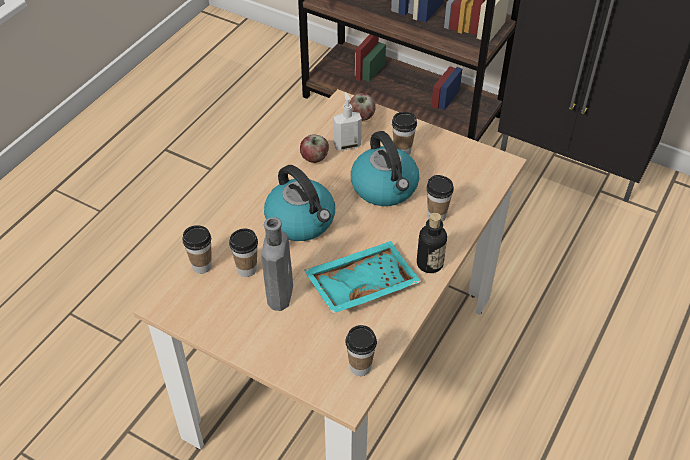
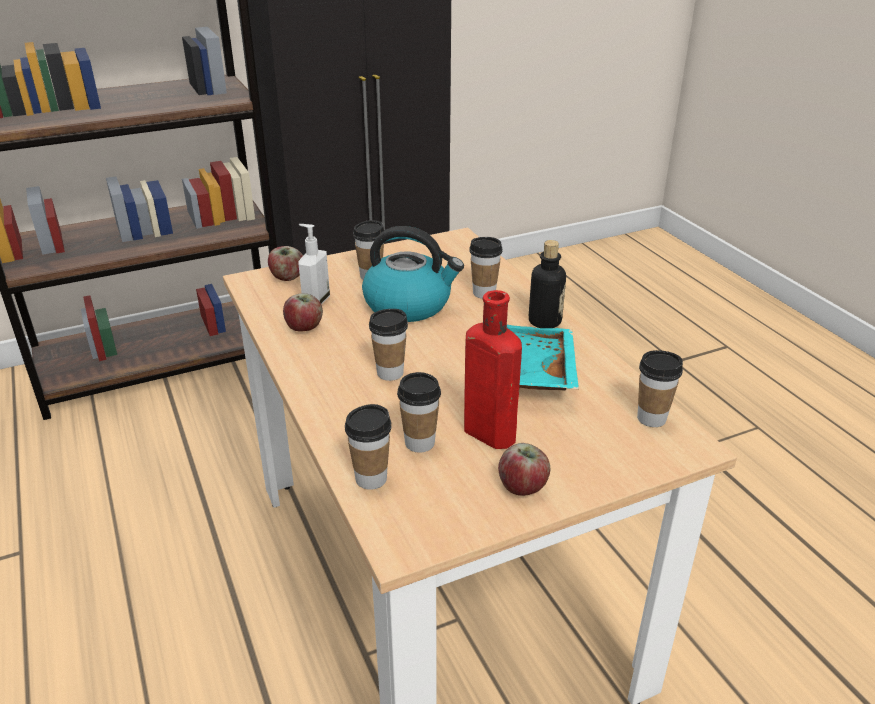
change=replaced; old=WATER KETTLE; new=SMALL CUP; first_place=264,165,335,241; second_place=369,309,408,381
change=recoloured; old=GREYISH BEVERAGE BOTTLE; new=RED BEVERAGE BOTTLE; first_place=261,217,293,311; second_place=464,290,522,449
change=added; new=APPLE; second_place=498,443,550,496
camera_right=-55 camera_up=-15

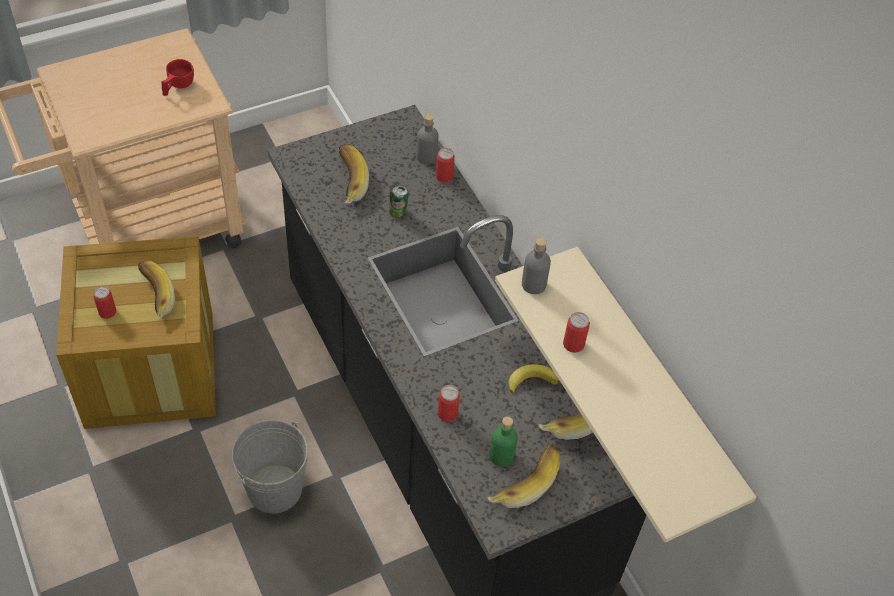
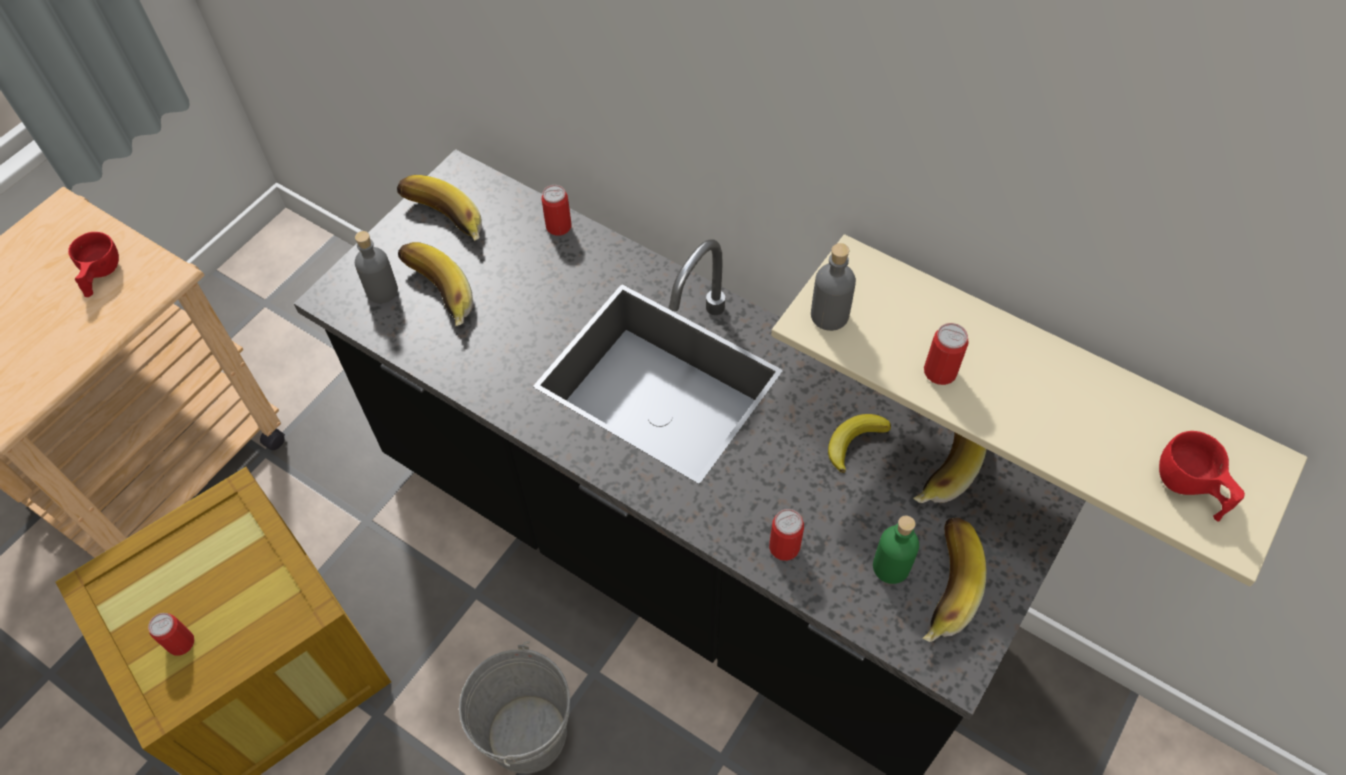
change=moved; old=GREYISH BEVERAGE BOTTLE; first_place=417,114,438,164; second_place=355,231,398,304
change=moved; old=BANANA FRUIT; first_place=138,260,175,319; second_place=397,175,482,241
change=added; new=RED SMALL CUP; second_place=1159,431,1245,522
change=removed; old=CAN; first_place=389,185,409,218
camera_right=-25 camera_up=5

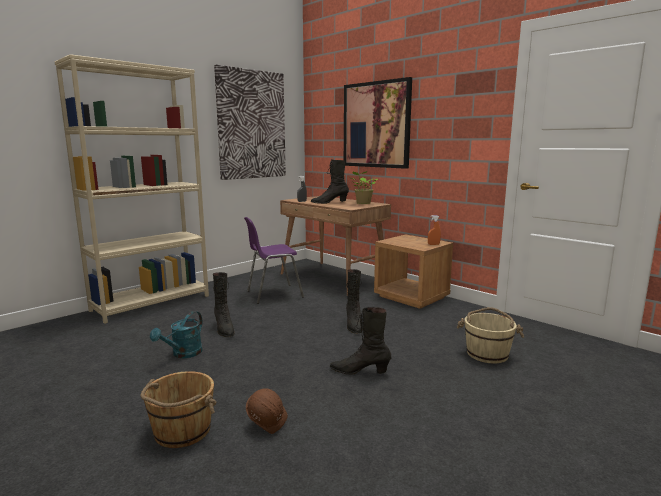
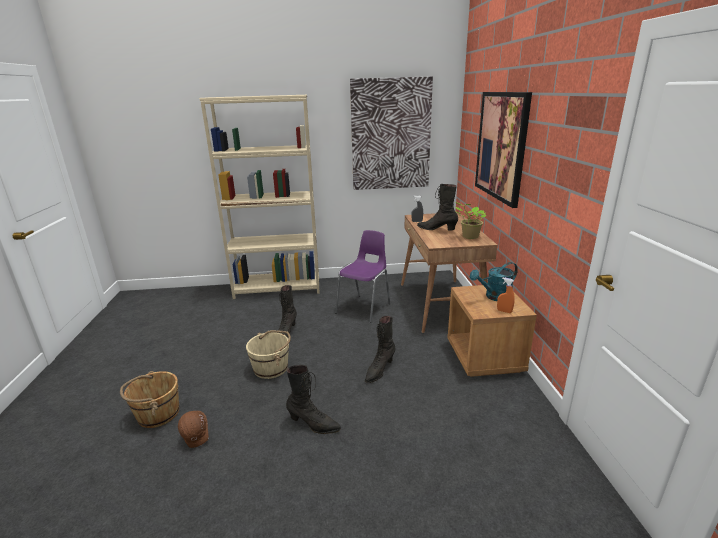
change=moved; old=SAND-COLOURED BUCKET; first_place=457,307,524,364; second_place=246,330,291,379
change=turned; old=BLACKISH TALL BOOT; first_place=330,307,391,375; second_place=286,365,341,434; degrees=150
change=turned; old=PURPLISH CHAIR; first_place=244,217,304,304; second_place=335,230,390,323; degrees=105
change=moved; old=TURQUOISE-COLOURED SPRINKLING CAN; first_place=150,311,202,358; second_place=470,262,518,301
camera_right=40 camera_up=10

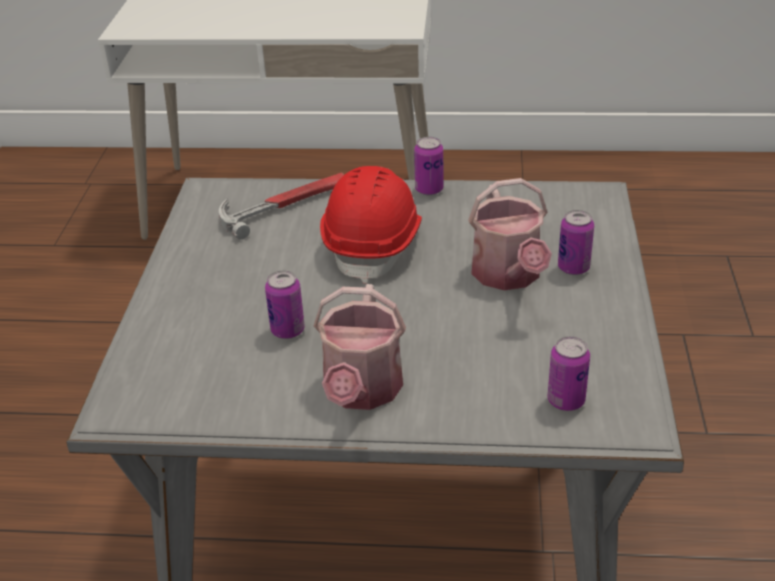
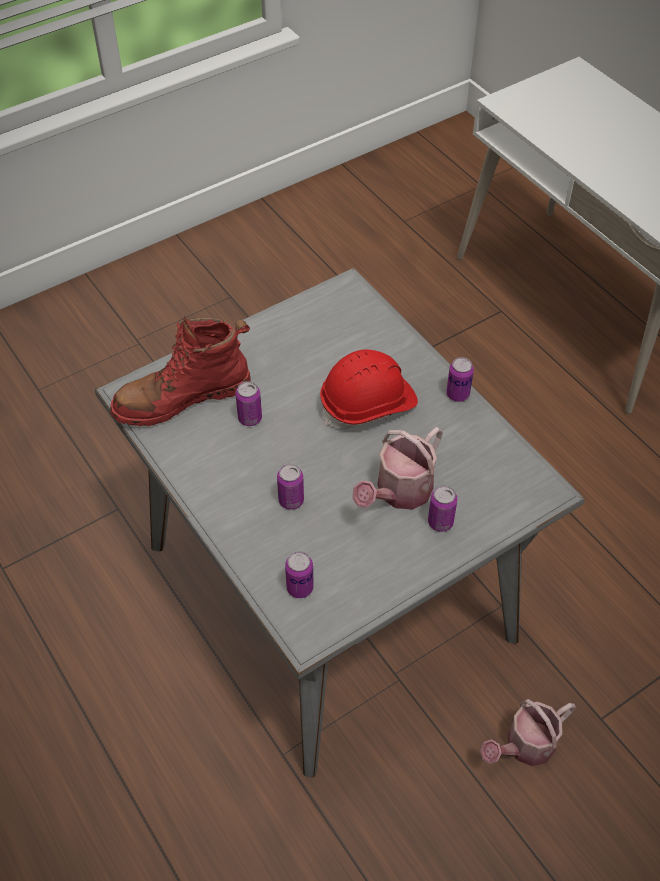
change=added; new=RED TALL BOOT; second_place=110,316,250,426
change=added; new=CAN; second_place=277,464,304,510
change=moved; old=SPRINKLING CAN; first_place=314,284,406,410; second_place=480,699,576,766
change=removed; old=TOOL HAMMER; first_place=219,173,344,240
camera_right=50 camera_up=15

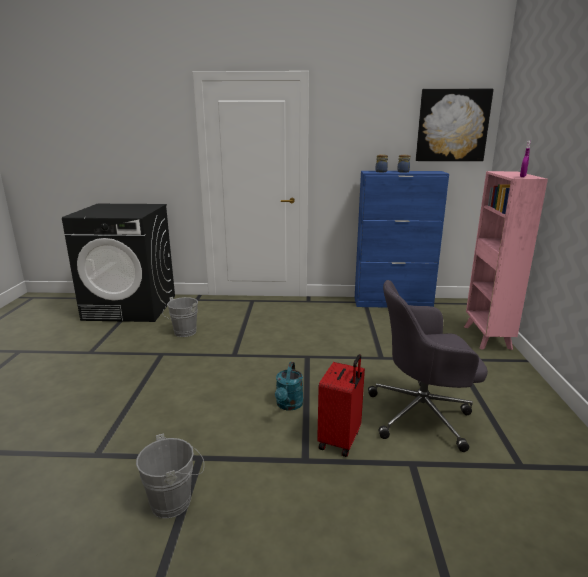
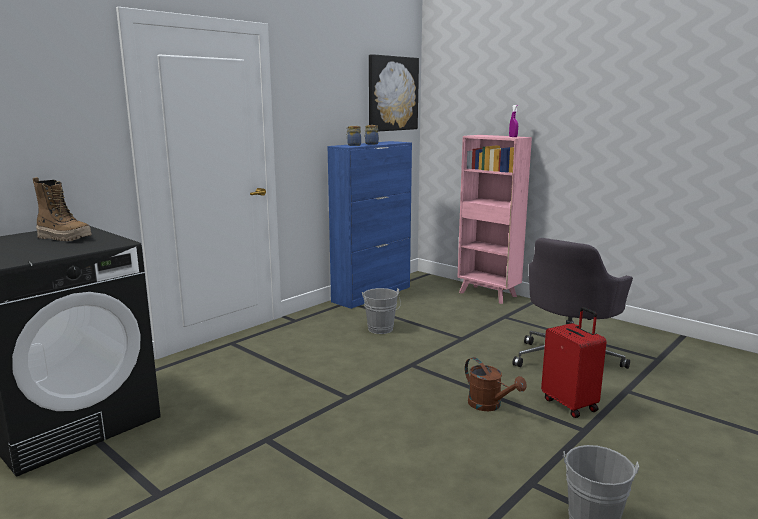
change=added; new=TALL BOOT; second_place=33,177,92,241
change=moved; old=GREYISH BUCKET; first_place=163,297,198,337; second_place=362,288,401,334
change=recoloured; old=TURQUOISE-COLOURED SPRINKLING CAN; new=BROWN SPRINKLING CAN; first_place=275,362,304,411; second_place=465,357,527,411
camera_right=-50 camera_up=-5

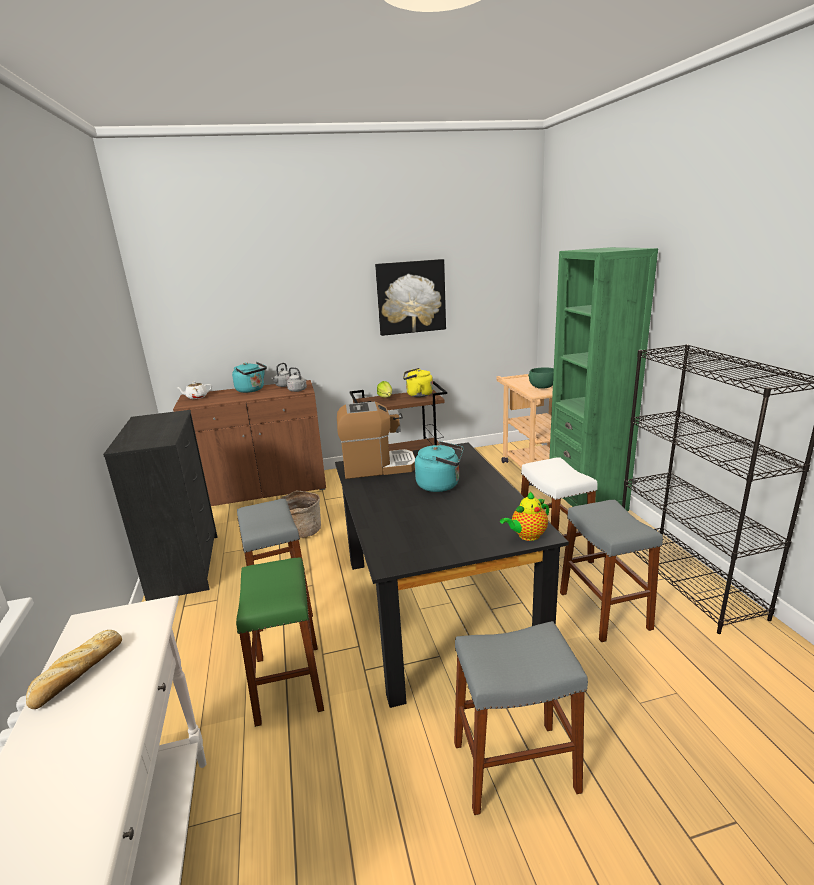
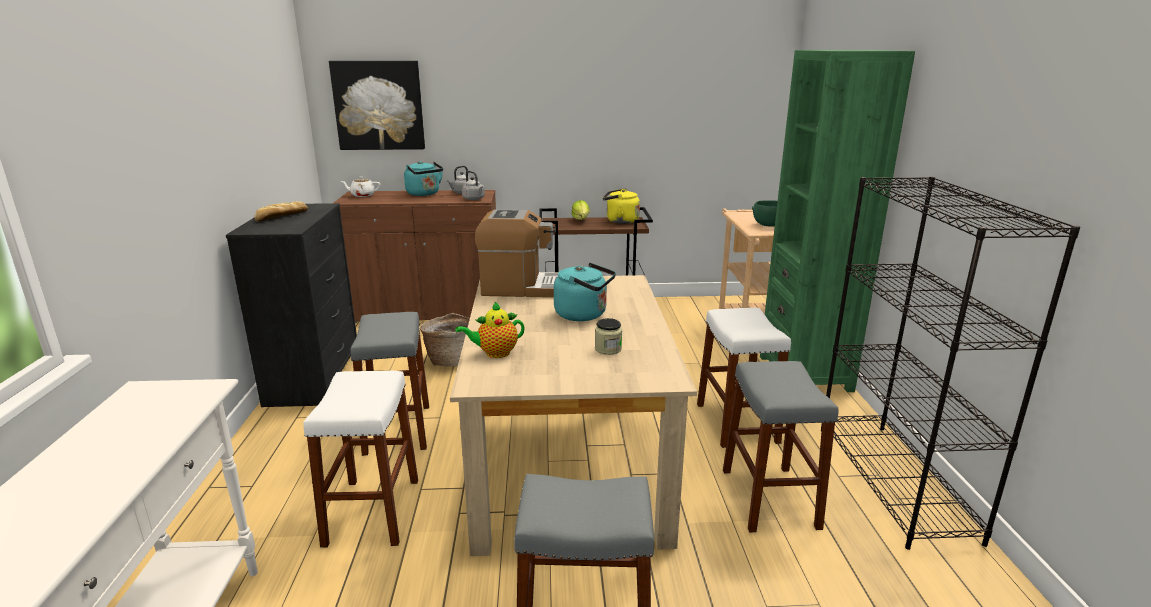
change=moved; old=BAKED BREAD; first_place=26,630,122,709; second_place=254,201,308,222
change=recoloured; old=GREEN-COLOURED STOOL; new=WHITE-COLOURED STOOL; first_place=236,557,324,727; second_place=303,371,418,548
change=moved; old=WALL ART; first_place=375,259,446,336; second_place=329,61,425,150
change=recoloured; old=BLACKISH DINNER TABLE; new=SAND-COLOURED DINNER TABLE; first_place=335,442,569,708; second_place=450,275,697,556
change=moved; old=TEA POT; first_place=500,492,549,541; second_place=455,301,525,358
change=added; new=JAR; second_place=595,318,622,355
camera_right=10 camera_up=0

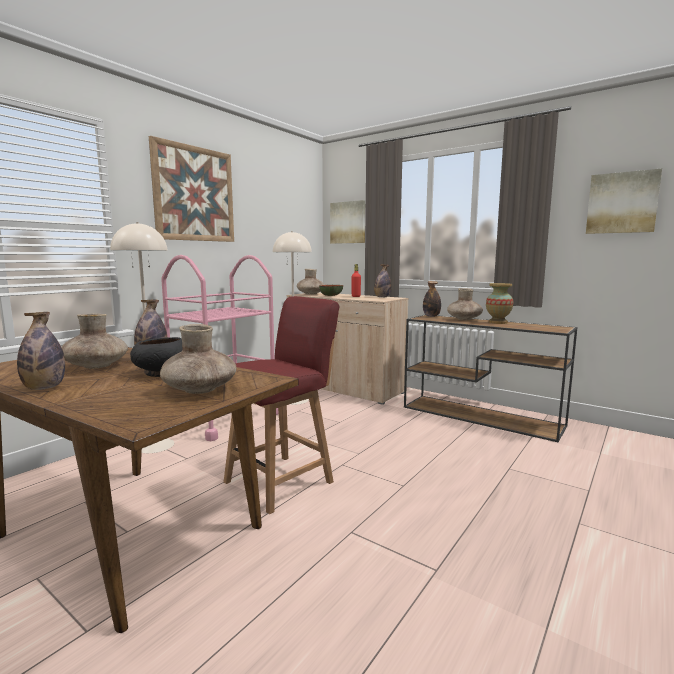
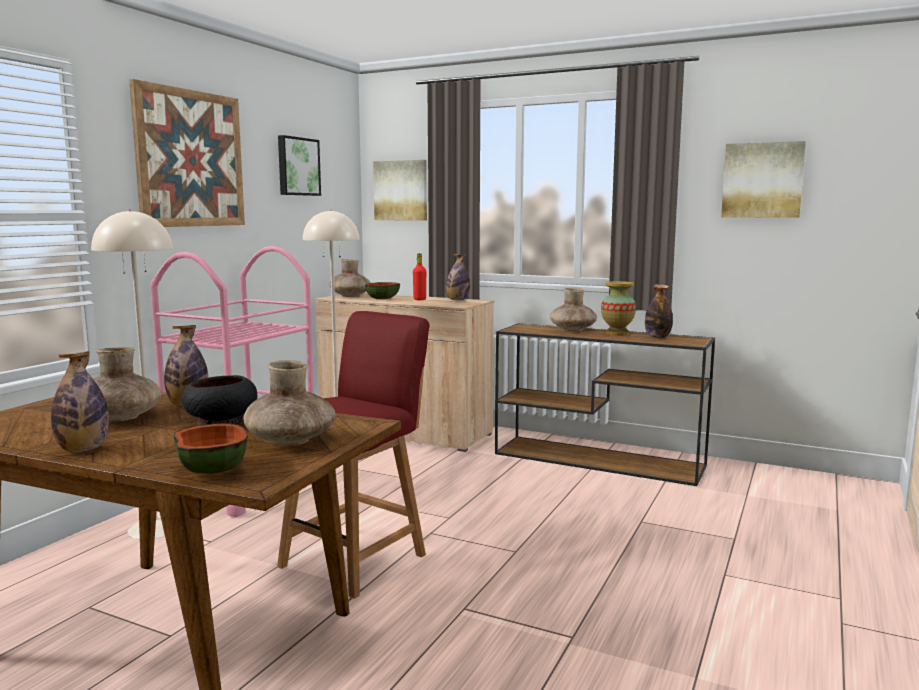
change=added; new=DEEP DISH; second_place=174,423,248,474
change=added; new=WALL ART; second_place=278,135,321,196
change=moved; old=BEVERAGE BOTTLE; first_place=423,281,441,317; second_place=645,284,673,338
camera_right=-10 camera_up=0

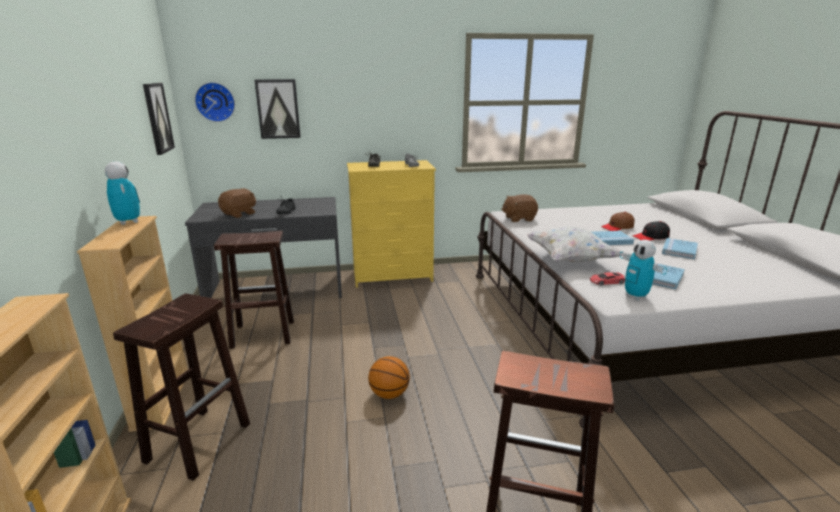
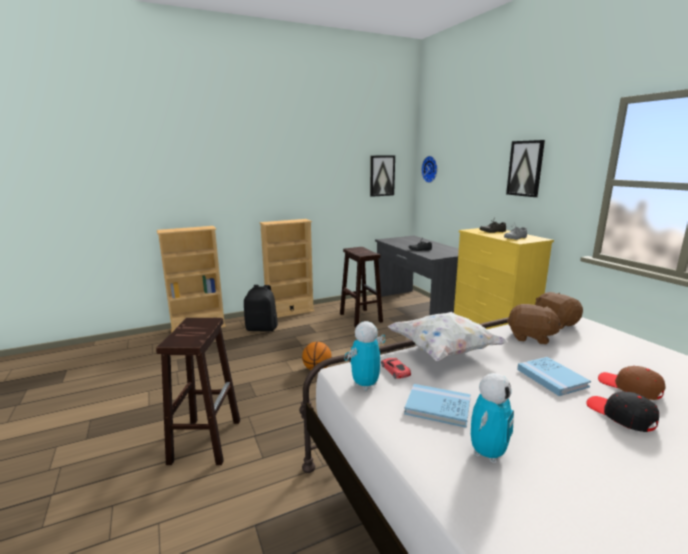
change=replaced; old=BROWN STOOL; new=BLACKISH RUCKSACK; first_place=113,294,250,481; second_place=244,285,278,332
change=moved; old=TOY ROBOT; first_place=105,161,140,225; second_place=471,373,514,463
change=moved; old=WALL ART; first_place=254,79,301,139; second_place=506,140,545,197
change=moved; old=BROWN CUDDLY TOY; first_place=218,188,256,218; second_place=507,304,563,345
change=removed; old=BLUISH BOUND BOOK; first_place=662,238,698,259
camera_right=75 camera_up=-5

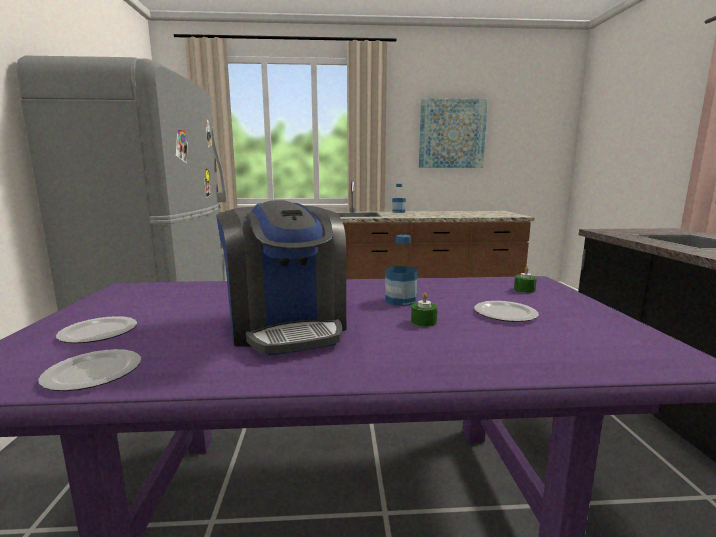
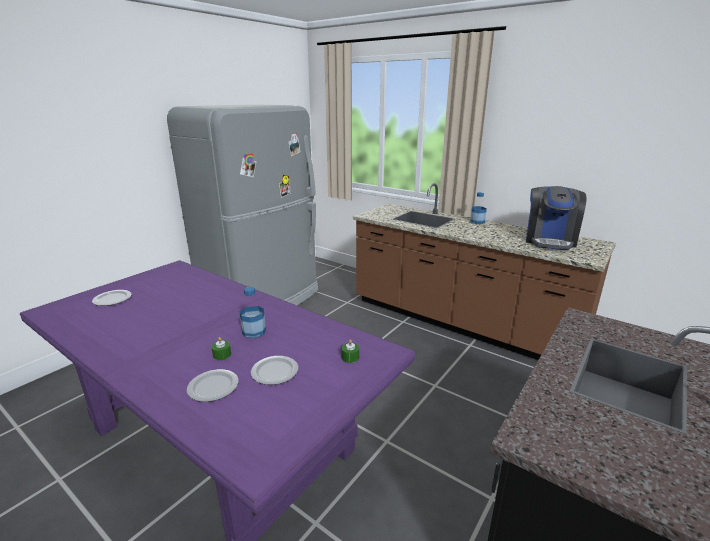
change=moved; old=PLATE; first_place=38,349,141,391; second_place=187,369,239,402
change=moved; old=COFFEE MAKER; first_place=216,200,346,356; second_place=526,186,587,250
change=removed; old=WALL ART; first_place=419,98,488,168
camera_right=40 camera_up=10

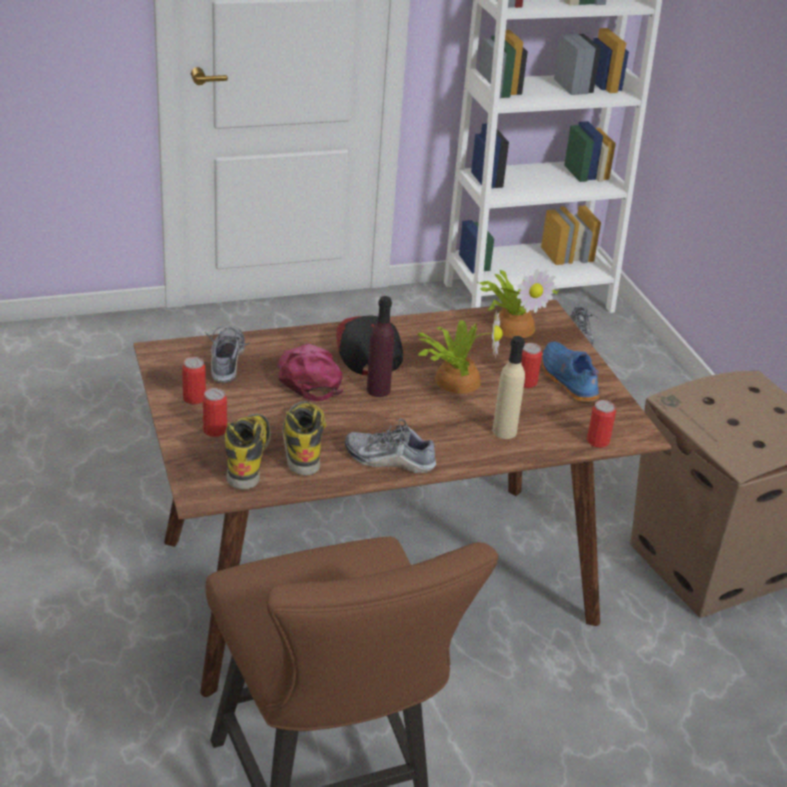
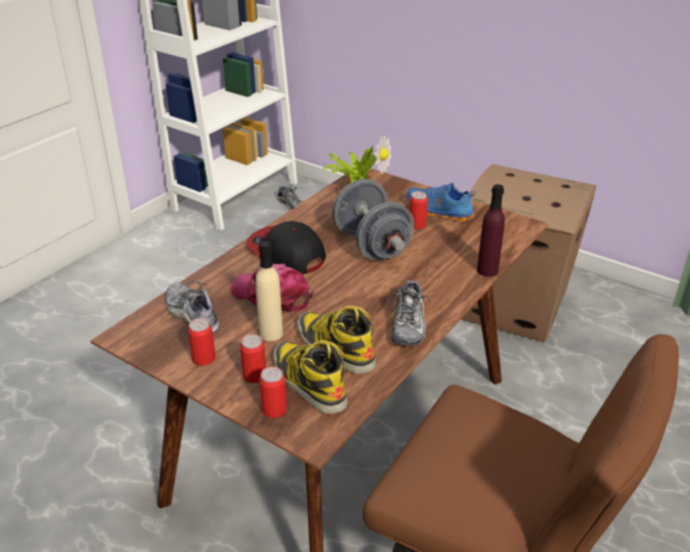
change=moved; old=SAND-COLOURED BEVERAGE BOTTLE; first_place=492,336,525,439; second_place=255,241,283,341
change=moved; old=CAN; first_place=587,400,616,448; second_place=259,367,287,418
change=replaced; old=HOUSEPLANT; new=GREYISH DUMBBELL; first_place=418,310,503,394; second_place=332,179,414,260
change=turned; old=LOW SHOE; first_place=345,419,436,473; second_place=386,278,433,346; degrees=-60
change=moved; old=PURPLISH BEVERAGE BOTTLE; first_place=367,296,394,397; second_place=477,184,505,277
camera_right=-35 camera_up=0

